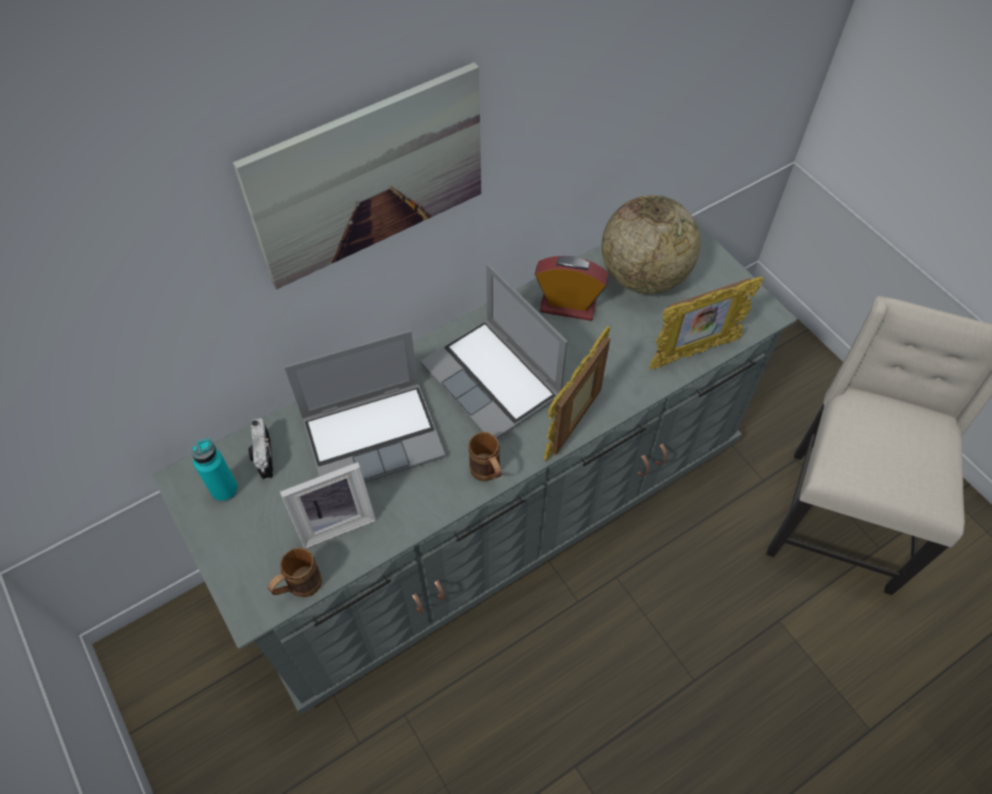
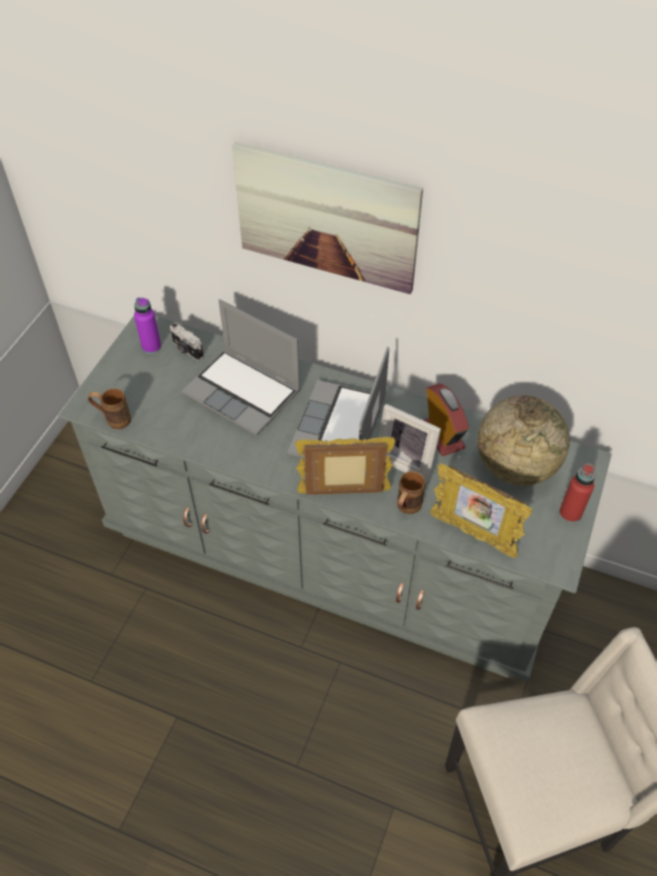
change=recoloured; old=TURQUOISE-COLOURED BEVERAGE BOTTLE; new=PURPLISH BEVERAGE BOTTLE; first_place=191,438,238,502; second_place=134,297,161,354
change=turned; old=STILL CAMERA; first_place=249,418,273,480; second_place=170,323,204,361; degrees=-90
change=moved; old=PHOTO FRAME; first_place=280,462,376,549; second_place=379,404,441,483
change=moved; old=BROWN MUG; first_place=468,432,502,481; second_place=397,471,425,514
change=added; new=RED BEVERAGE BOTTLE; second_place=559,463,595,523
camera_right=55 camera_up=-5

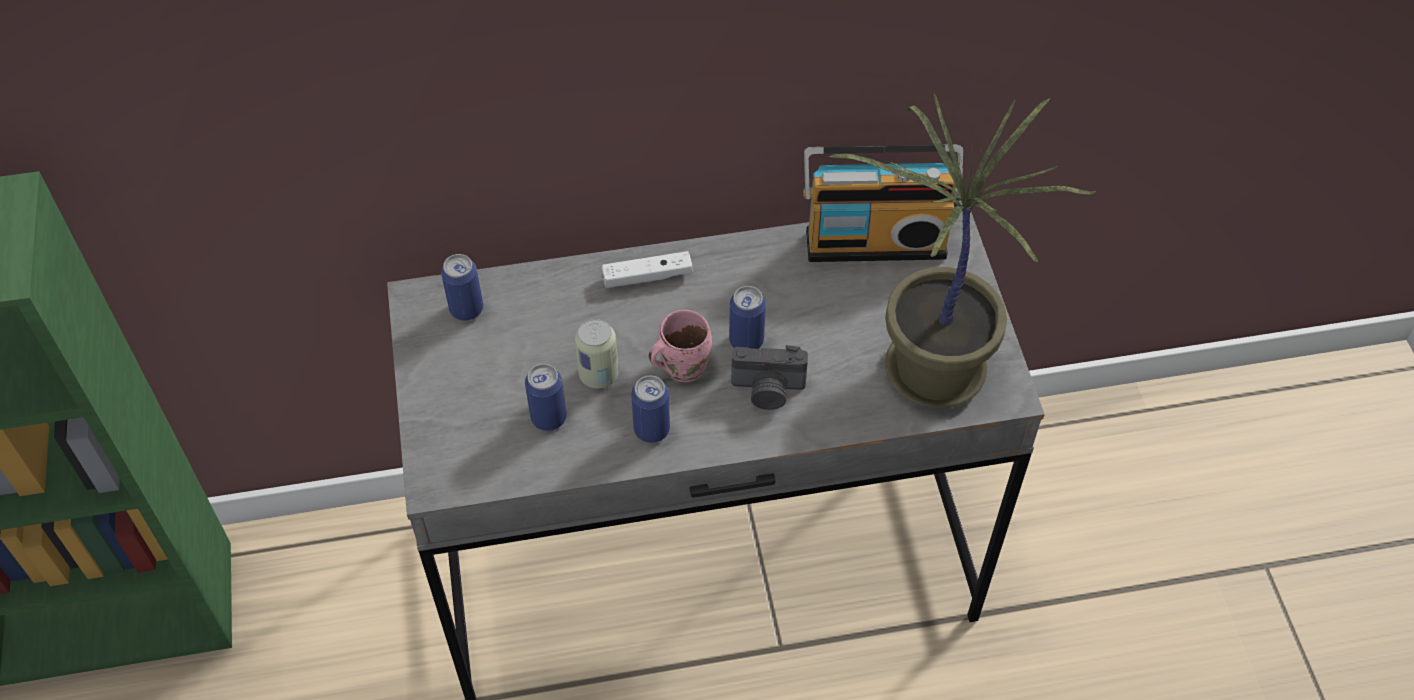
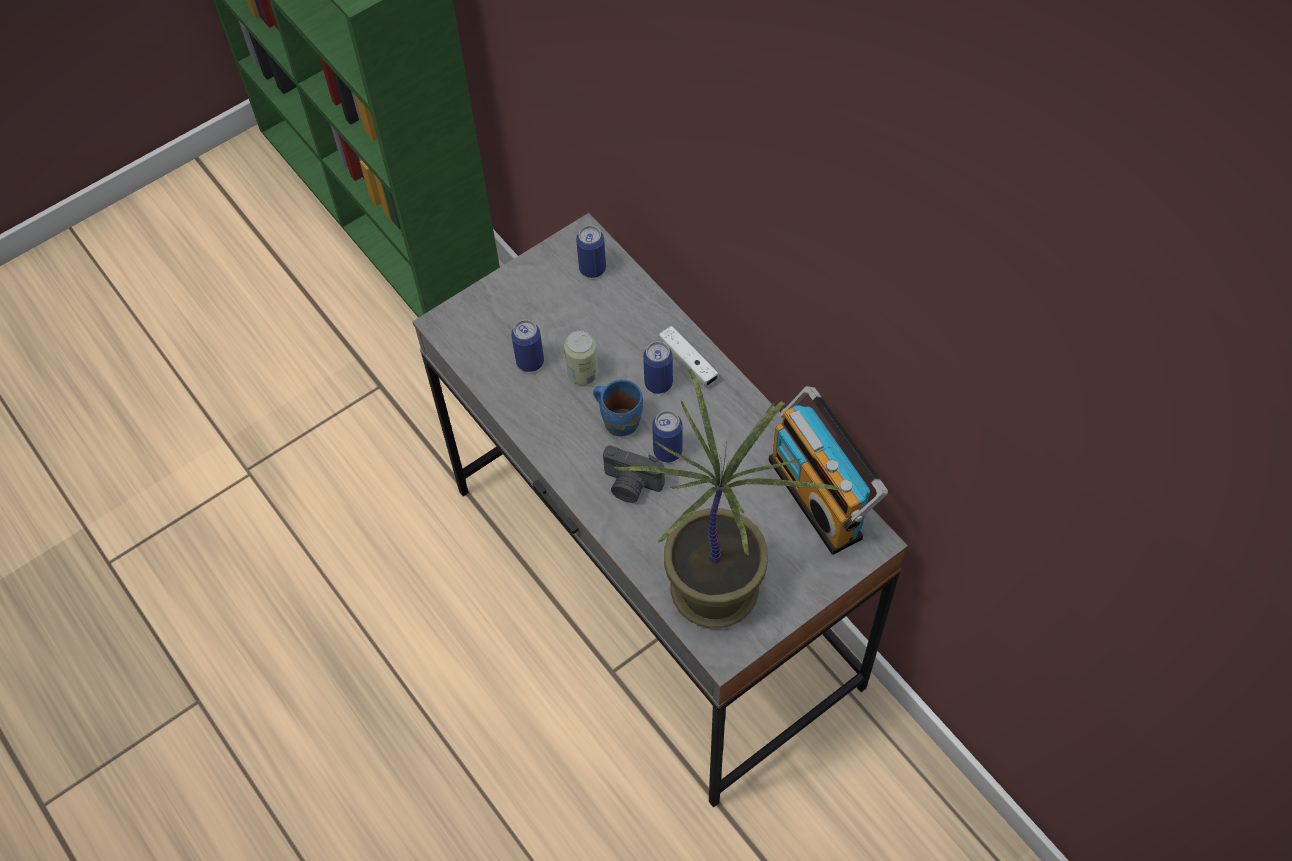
change=recoloured; old=PINKISH MUG; new=BLUISH MUG; first_place=649,310,712,382; second_place=593,380,643,436
change=turned; old=STILL CAMERA; first_place=731,345,808,410; second_place=603,445,665,503; degrees=-45
change=moved; old=CAN; first_place=631,376,670,443; second_place=643,341,673,394
camera_right=65 camera_up=5

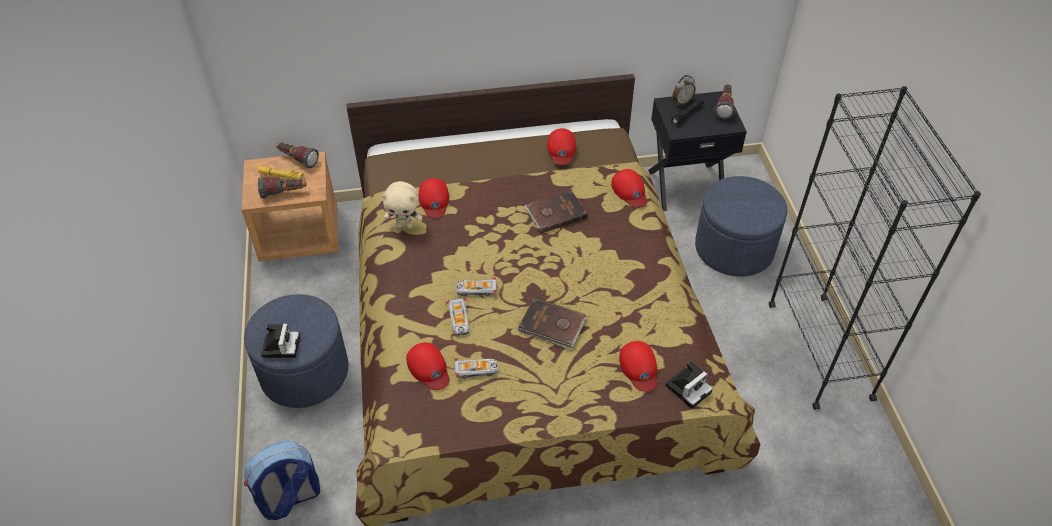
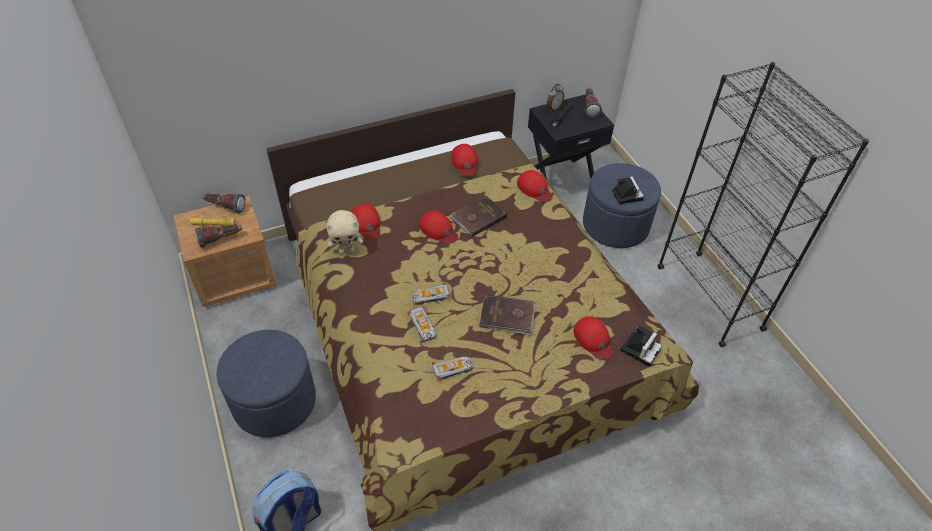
change=moved; old=RED PEAKED CAP; first_place=406,342,450,390; second_place=419,211,458,244
change=moved; old=STILL CAMERA; first_place=261,323,300,358; second_place=612,176,644,204
camera_right=-15 camera_up=0

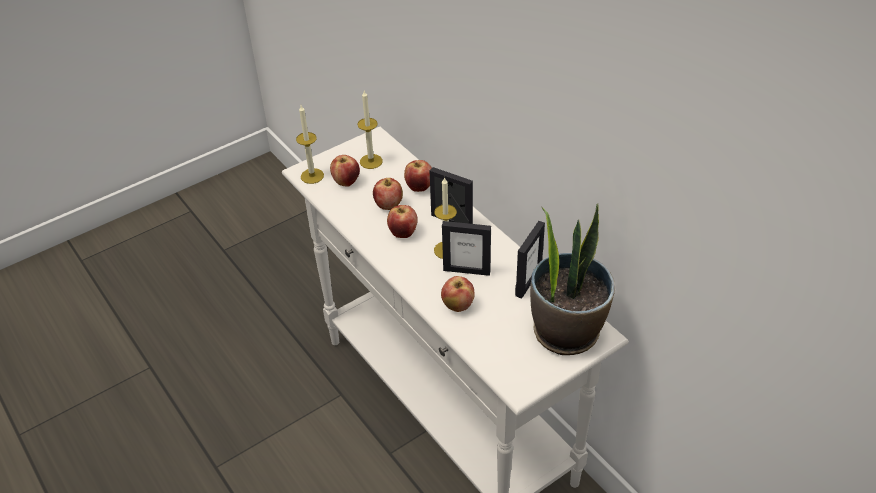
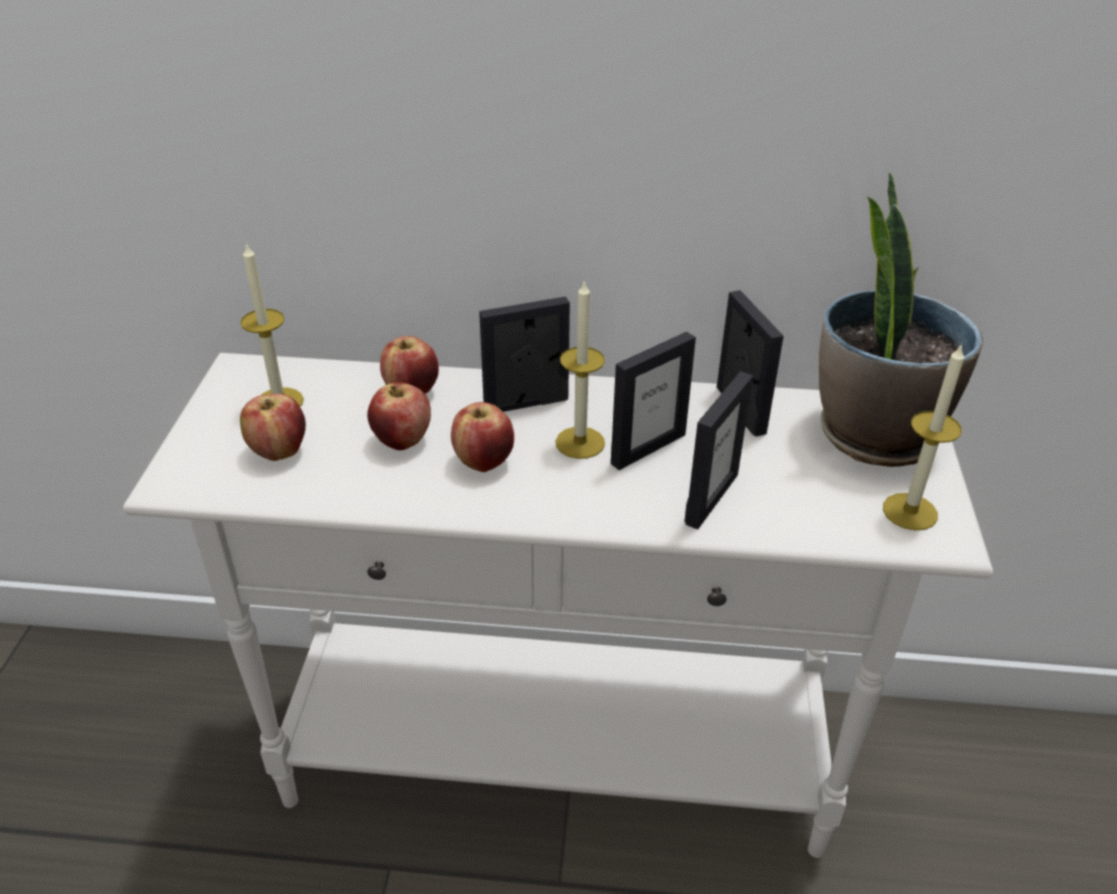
change=replaced; old=APPLE; new=PHOTO FRAME; first_place=441,276,474,312; second_place=684,371,753,529
change=moved; old=CANDLE; first_place=296,105,324,184; second_place=883,343,964,531
camera_right=-50 camera_up=-5

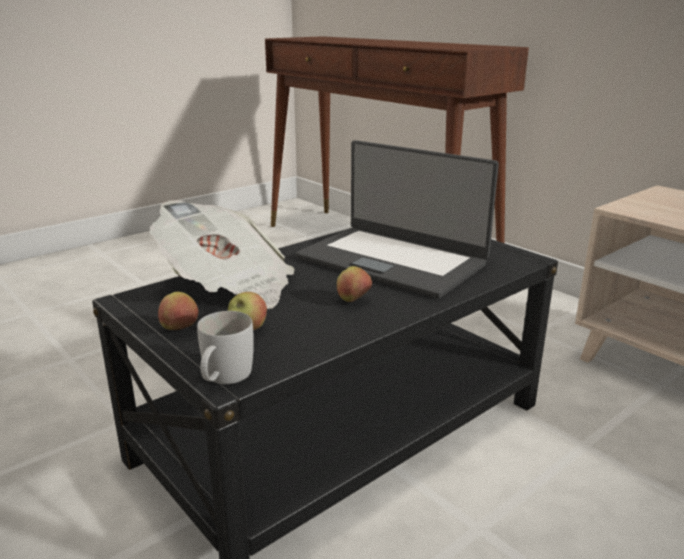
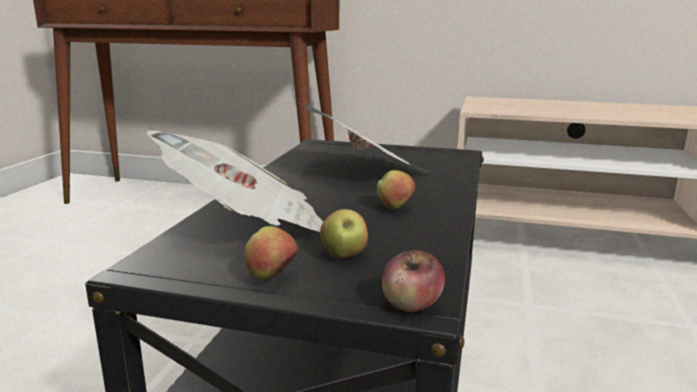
change=replaced; old=LAPTOP; new=NEWSPAPER; first_place=296,140,499,299; second_place=297,103,430,172
change=replaced; old=WHITE-COLOURED MUG; new=APPLE; first_place=197,311,254,384; second_place=382,250,445,312
camera_right=-35 camera_up=-5

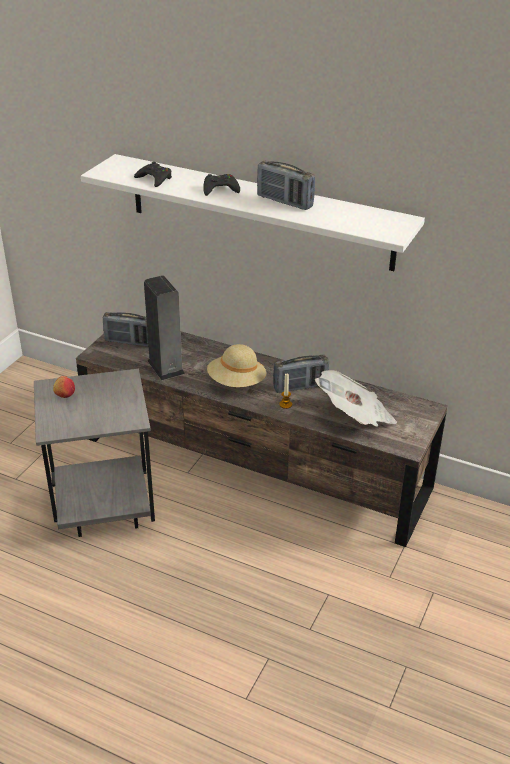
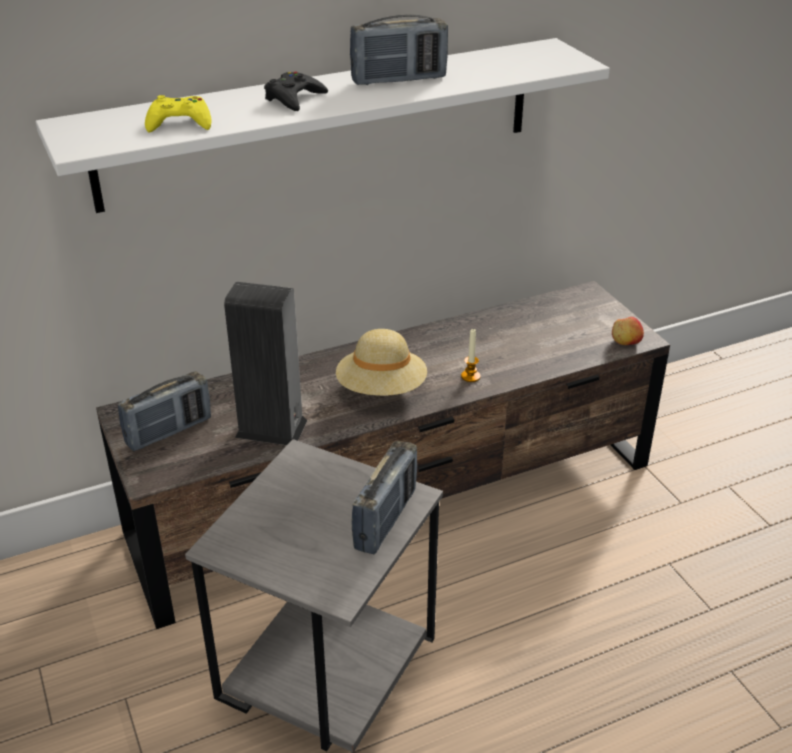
change=recoloured; old=BLACKISH GAME CONTROLLER; new=YELLOWISH GAME CONTROLLER; first_place=134,162,172,187; second_place=145,95,212,133
change=moved; old=RADIO; first_place=273,355,329,393; second_place=351,441,417,554
change=moved; old=APPLE; first_place=53,376,75,398; second_place=612,317,644,345
change=removed; old=NEWSPAPER; first_place=315,370,397,427
camera_right=-50 camera_up=0

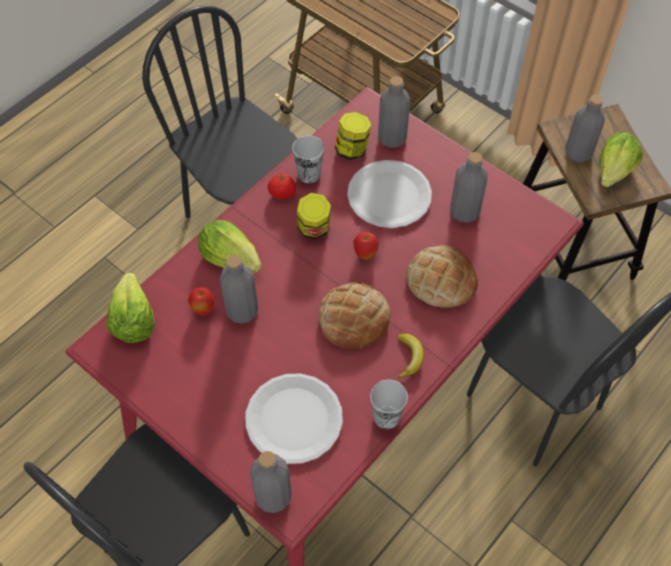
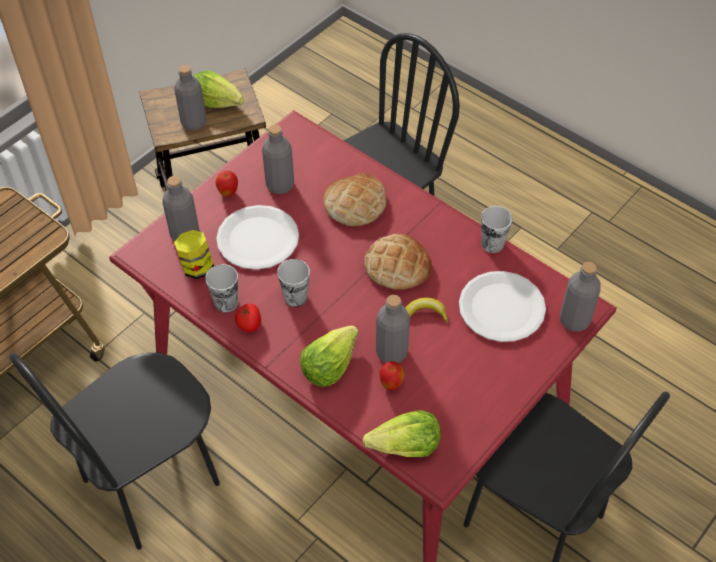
change=moved; old=APPLE; first_place=353,232,379,260; second_place=215,171,238,197
change=replaced; old=JAR; new=SMALL CUP; first_place=297,193,331,239; second_place=277,259,310,307
change=moved; old=BANANA FRUIT; first_place=397,333,424,379; second_place=405,297,448,322
camera_right=-90 camera_up=-5

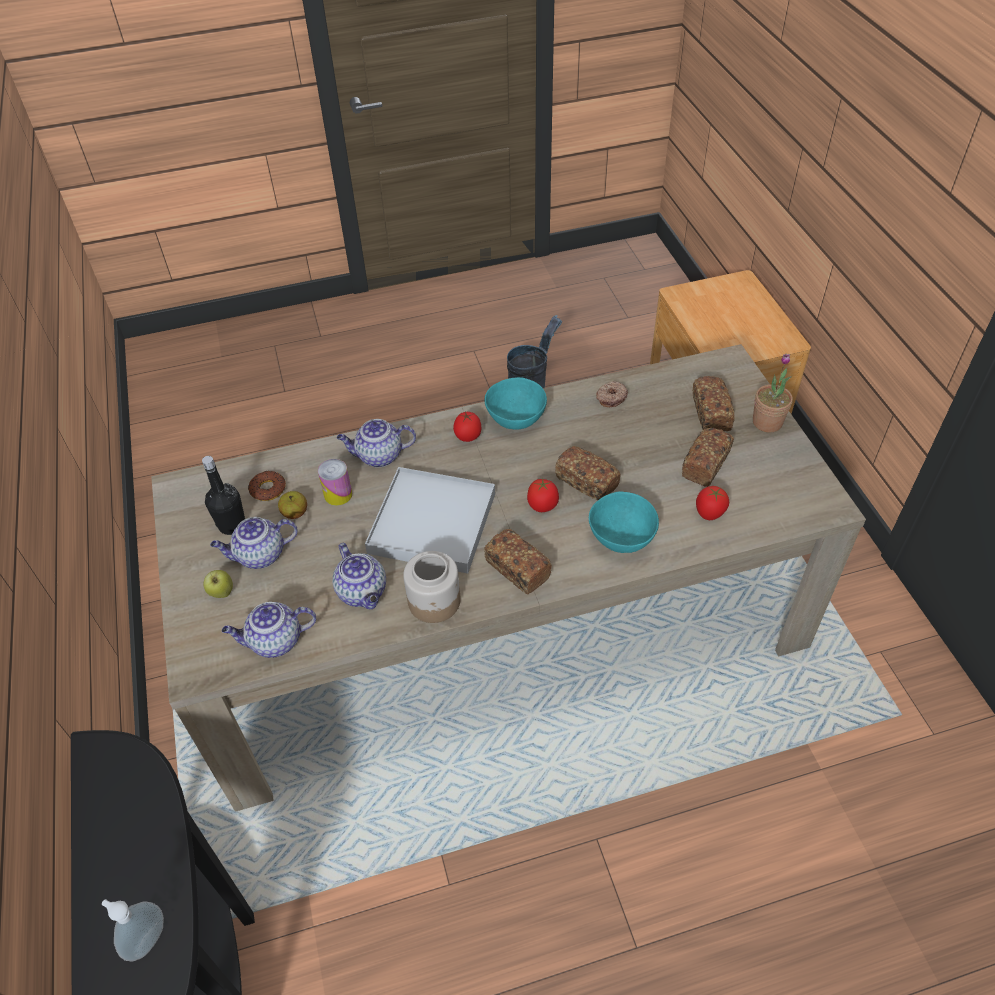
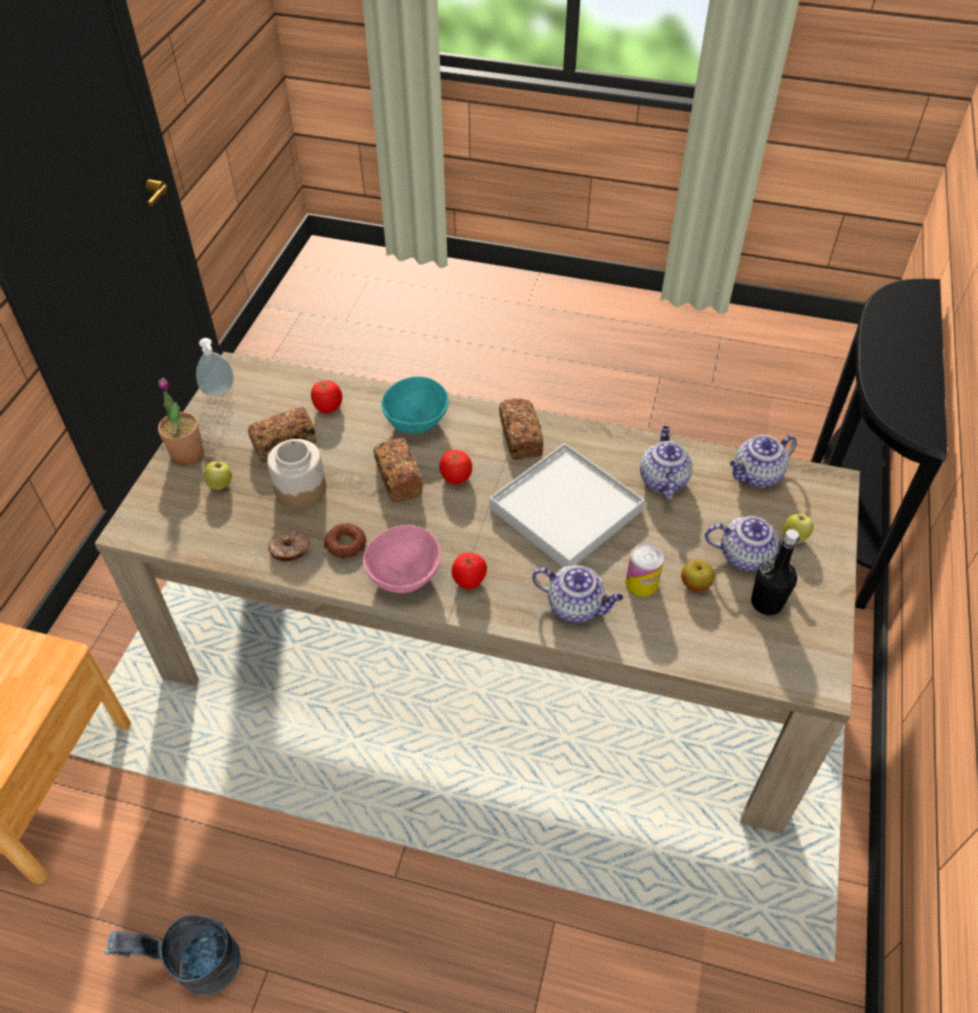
change=moved; old=SOAP BOTTLE; first_place=102,899,164,961; second_place=196,338,233,397
change=replaced; old=BAKED BREAD; new=APPLE; first_place=692,376,735,431; second_place=204,461,232,490
change=moved; old=JAR; first_place=403,551,461,623; second_place=267,439,326,509
change=moved; old=DONUT; first_place=248,471,286,501; second_place=324,523,366,559
change=recoloured; old=TURQUOISE-COLOURED DEEP DISH; new=PINKISH DEEP DISH; first_place=485,377,547,430; second_place=363,525,441,593
change=turned; old=TEA POT; first_place=222,602,316,658; second_place=730,435,797,488; degrees=135
camera_right=-150 camera_up=0

